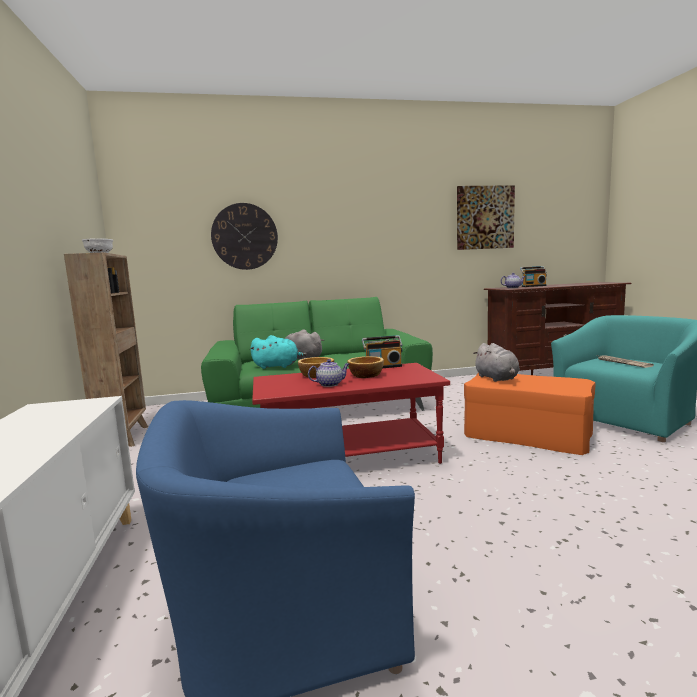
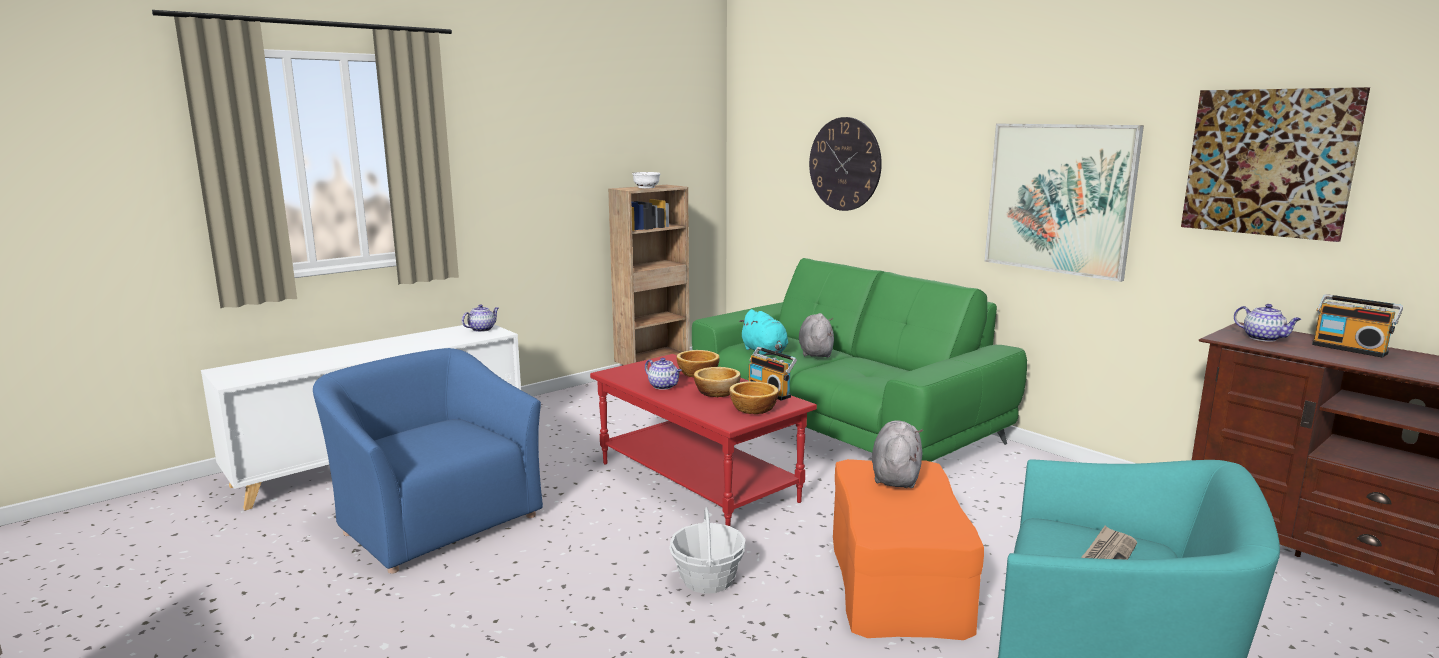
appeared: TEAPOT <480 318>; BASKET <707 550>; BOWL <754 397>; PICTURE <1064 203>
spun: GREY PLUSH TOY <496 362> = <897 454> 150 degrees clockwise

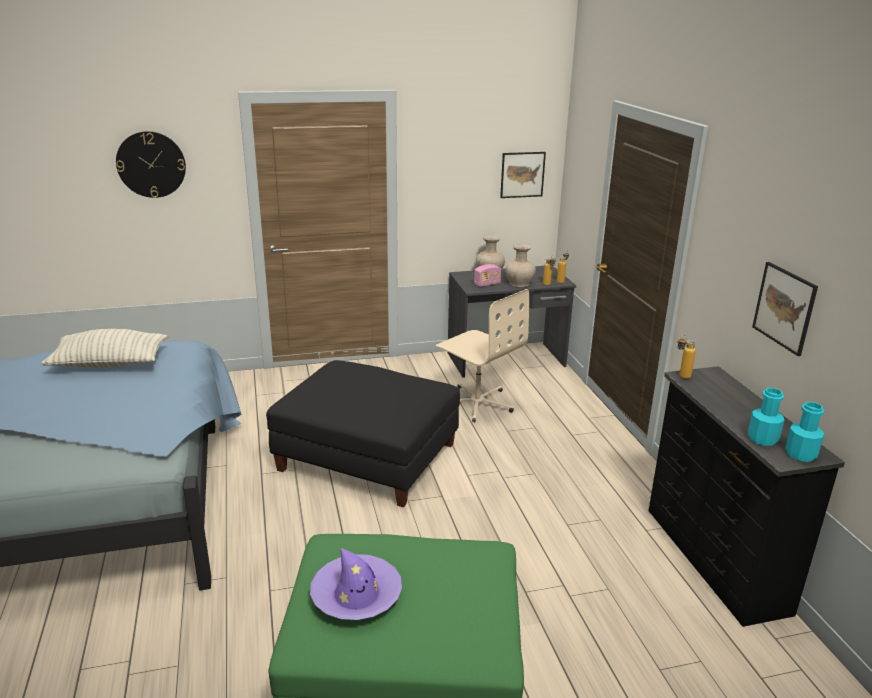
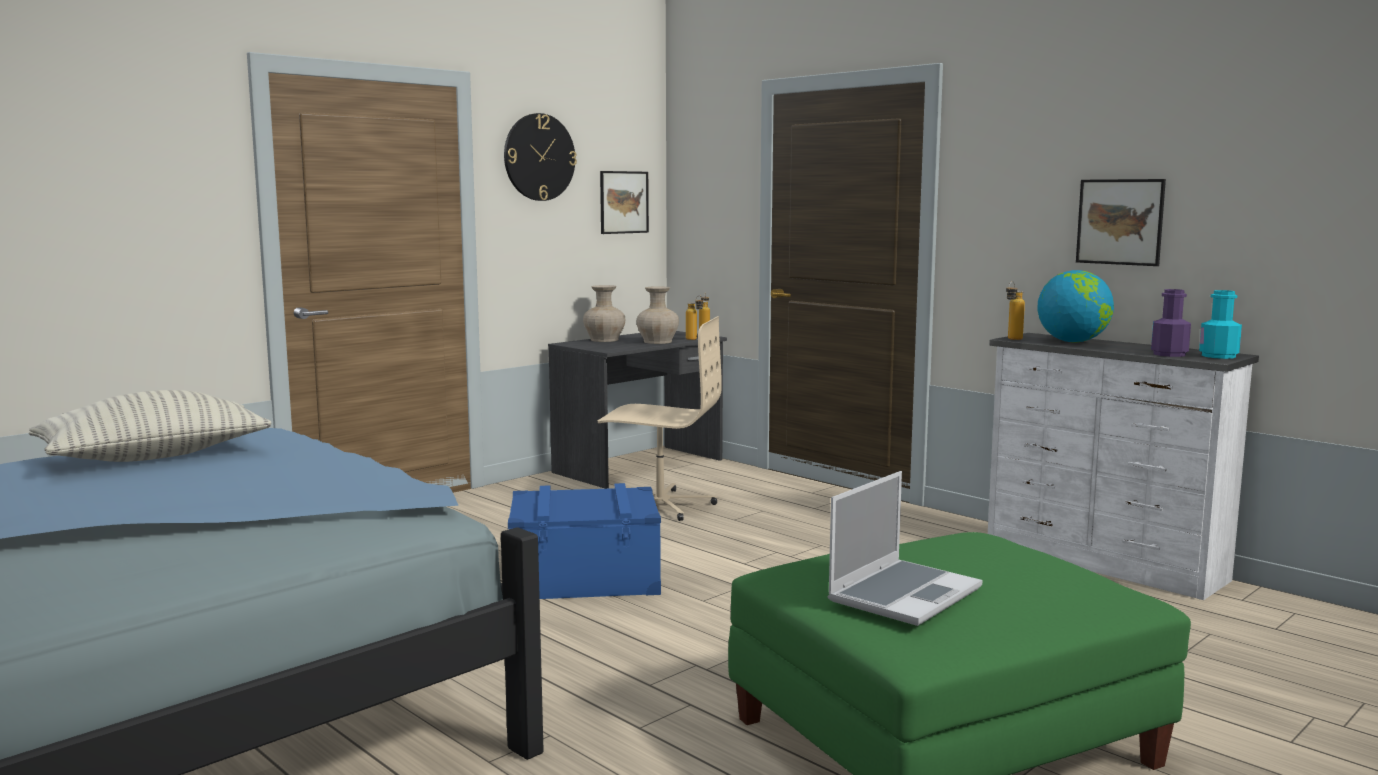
missing: RADIO <487 275>
appeared: GLOBE <1075 306>
relocated: WALL CLOCK <151 164> to <540 157>
exchanged: BLACK OTTOMAN <363 433> to BLUE STORAGE BOX <584 541>; PURPLE HAT <356 584> to LAPTOP <905 548>
colour: BLACK DRESSER <746 496> to WHITE DRESSER <1123 466>; TURQUOISE BOTTLE <766 417> to PURPLE BOTTLE <1171 323>

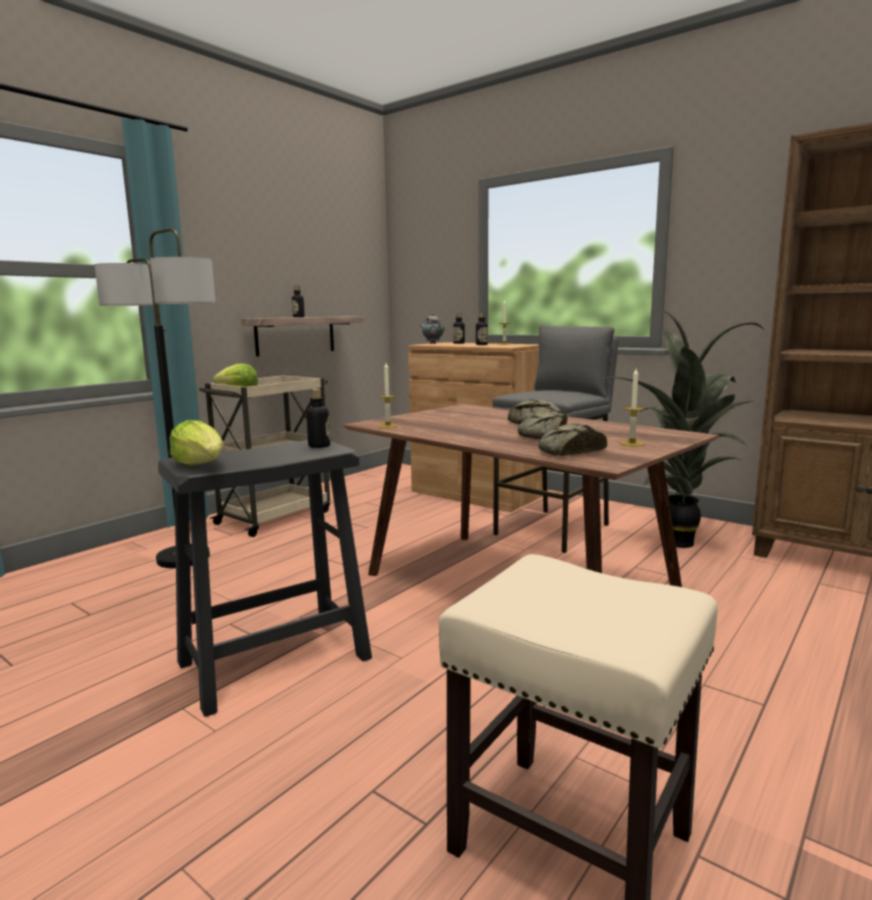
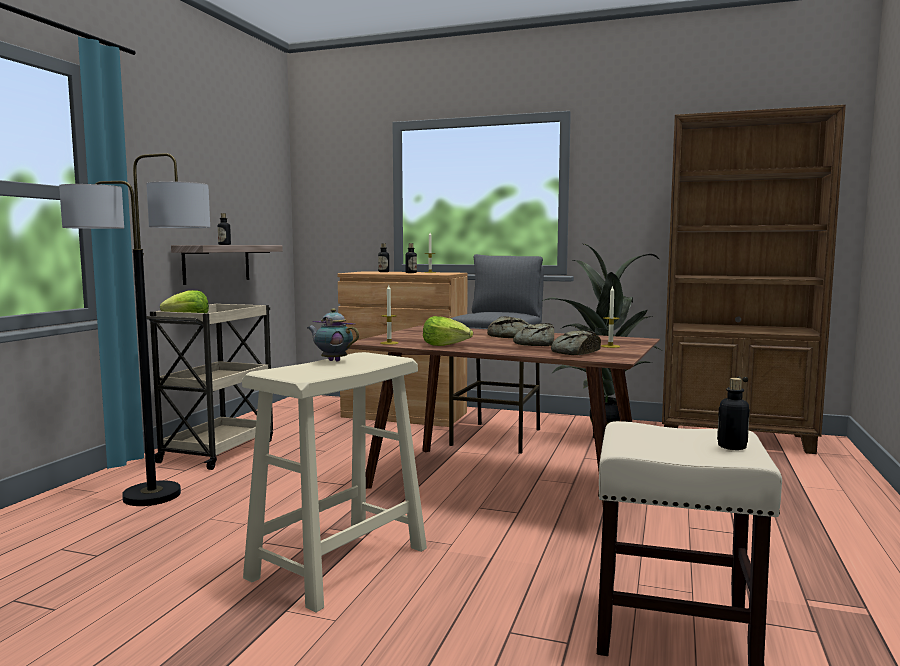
relocated: LETTUCE <196 442> to <448 331>; BOTTLE <318 418> to <733 414>; TEAPOT <432 328> to <333 335>
colour: BLACK STOOL <265 578> to BEIGE STOOL <334 482>

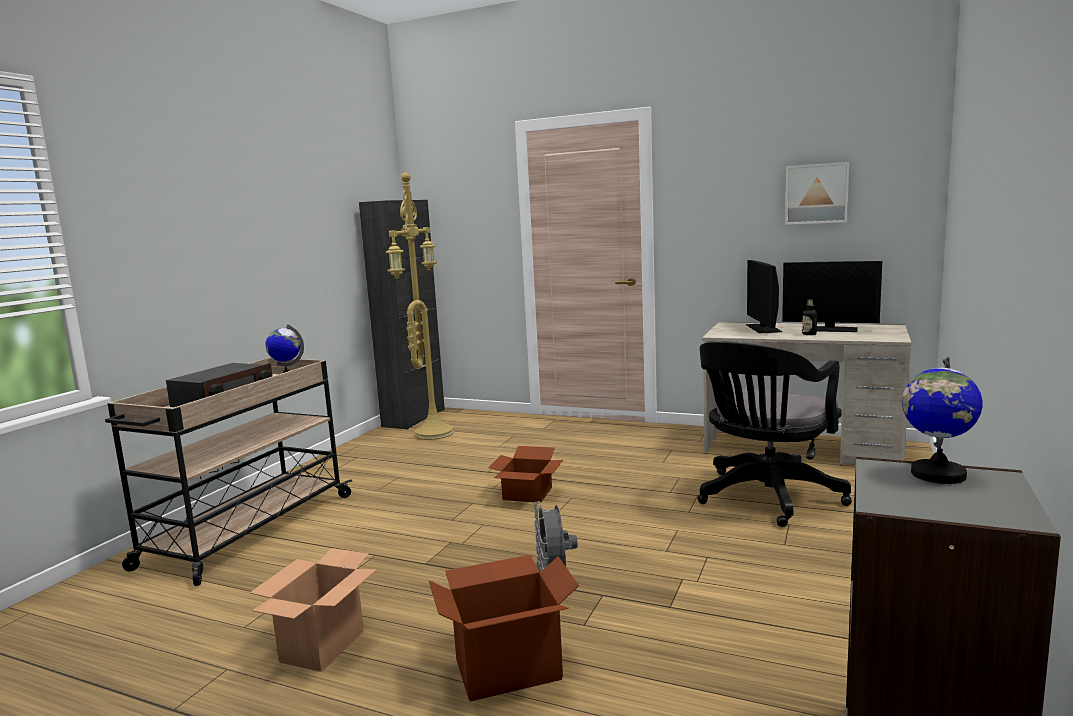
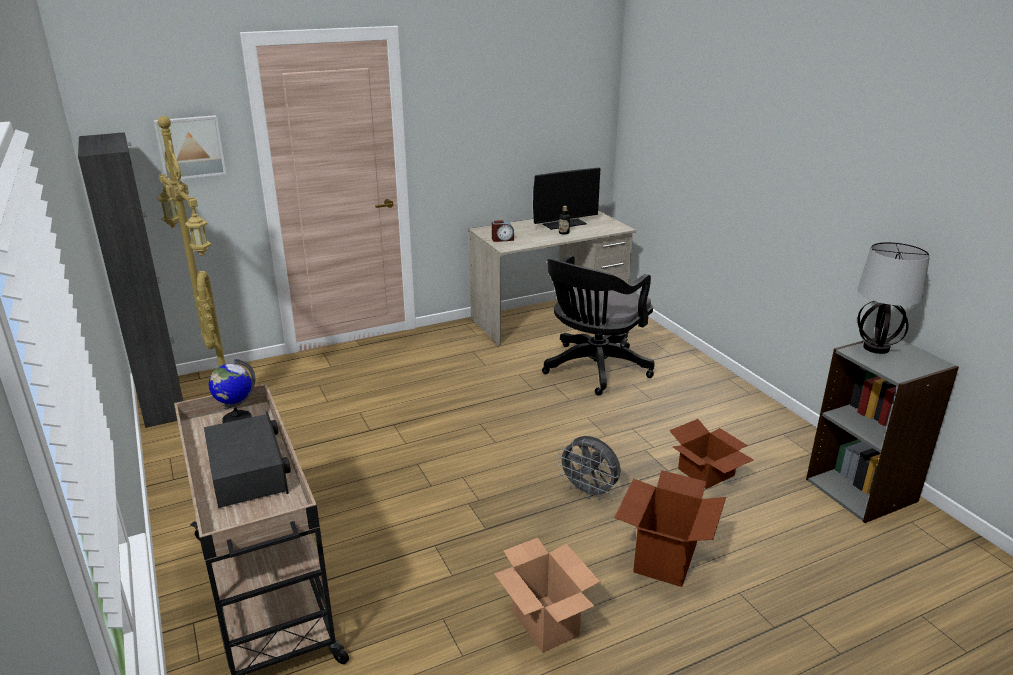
missing: MONITOR <764 296>
appeared: ALARM CLOCK <503 231>
relocated: CARDBOARD BOX <525 474> to <711 454>; PICTURE <817 193> to <189 147>
exchanged: GLOBE <942 420> to TABLE LAMP <893 298>
spun: BLACK OFFICE CHAIR <774 434> = <598 325> 45 degrees clockwise

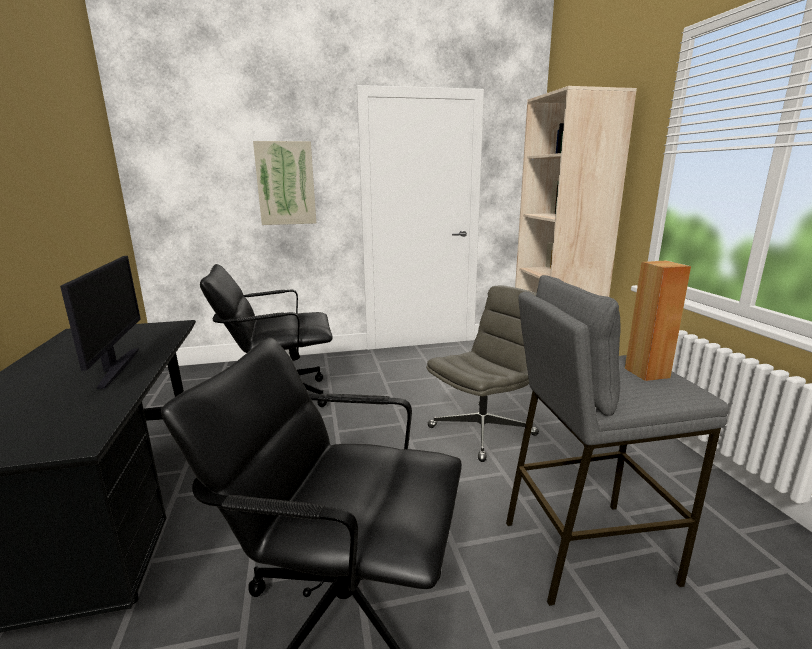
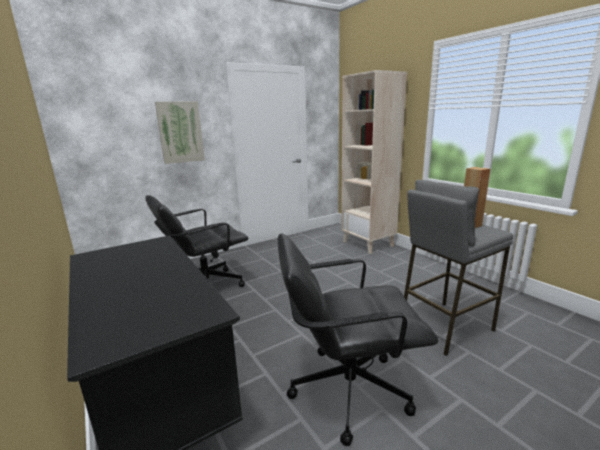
missing: MONITOR <100 322>; GREY OFFICE CHAIR <482 373>

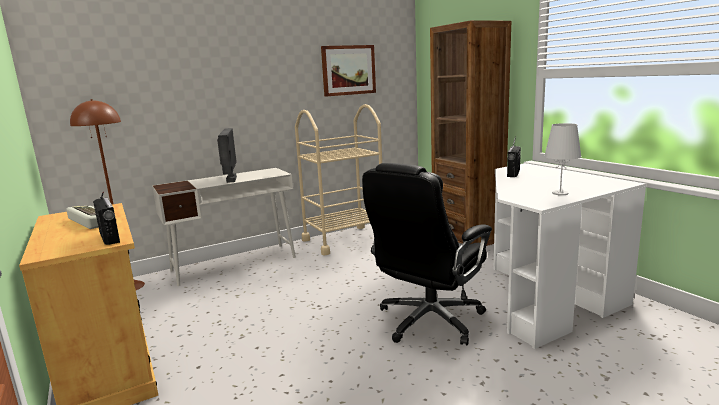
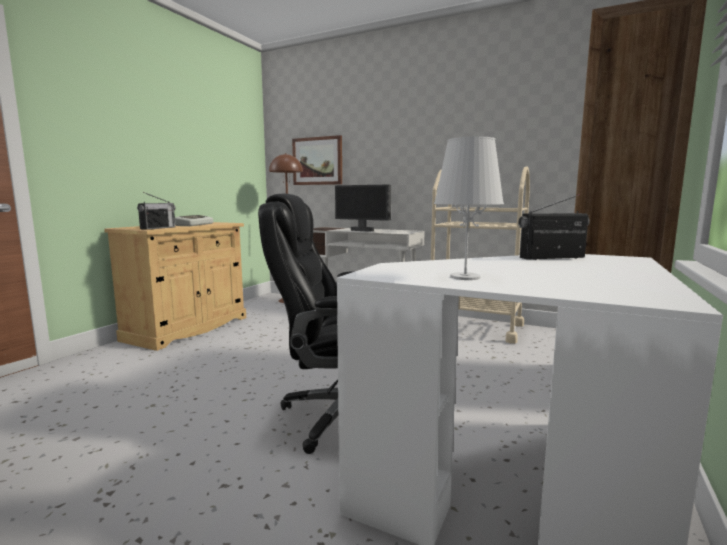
relocated: PICTURE <348 71> to <317 160>
spun: MONITOR <227 155> = <363 208> 75 degrees clockwise

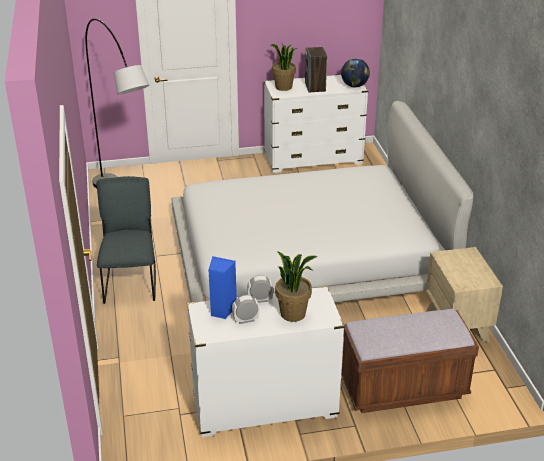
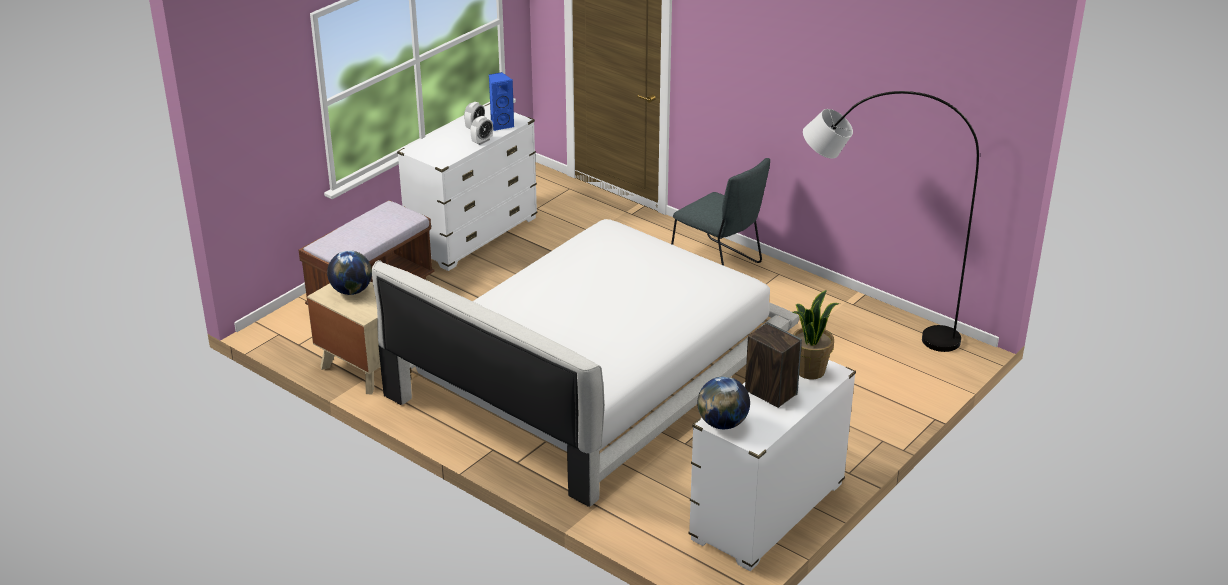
missing: POTTED PLANT <296 286>
appeared: GLOBE <349 272>

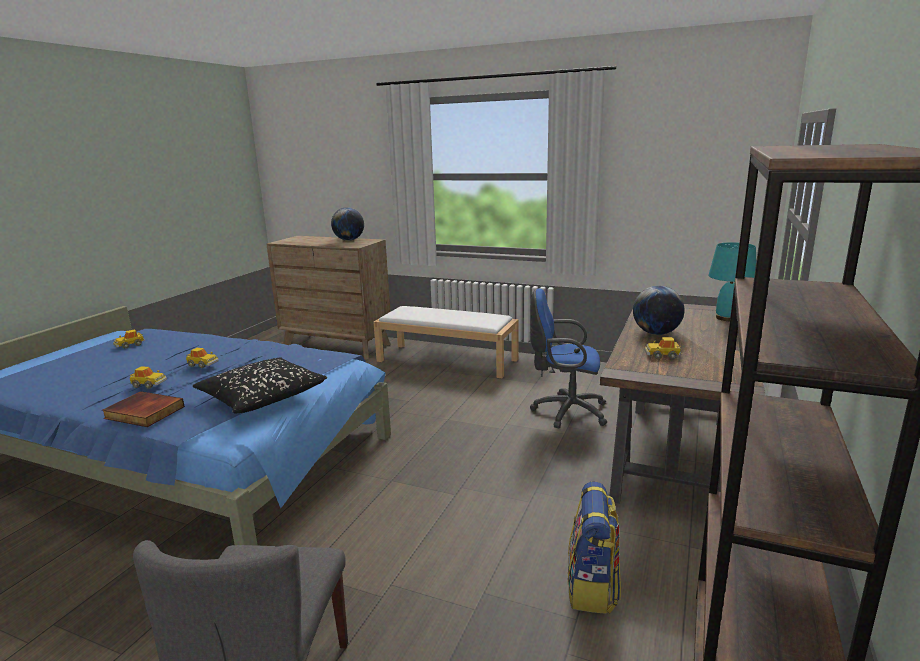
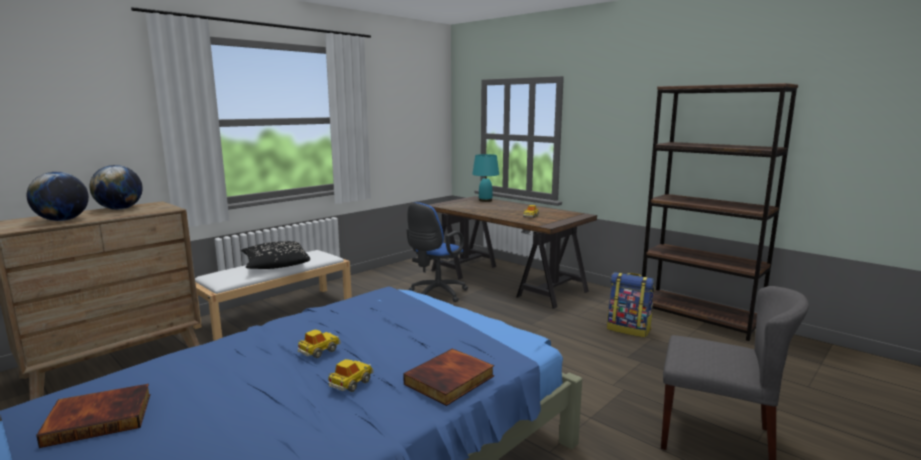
relocated: BLACK PILLOW <260 385> to <275 255>; GLOBE <658 310> to <58 196>
exchanged: TOY CAR <129 339> to BOOK <93 416>

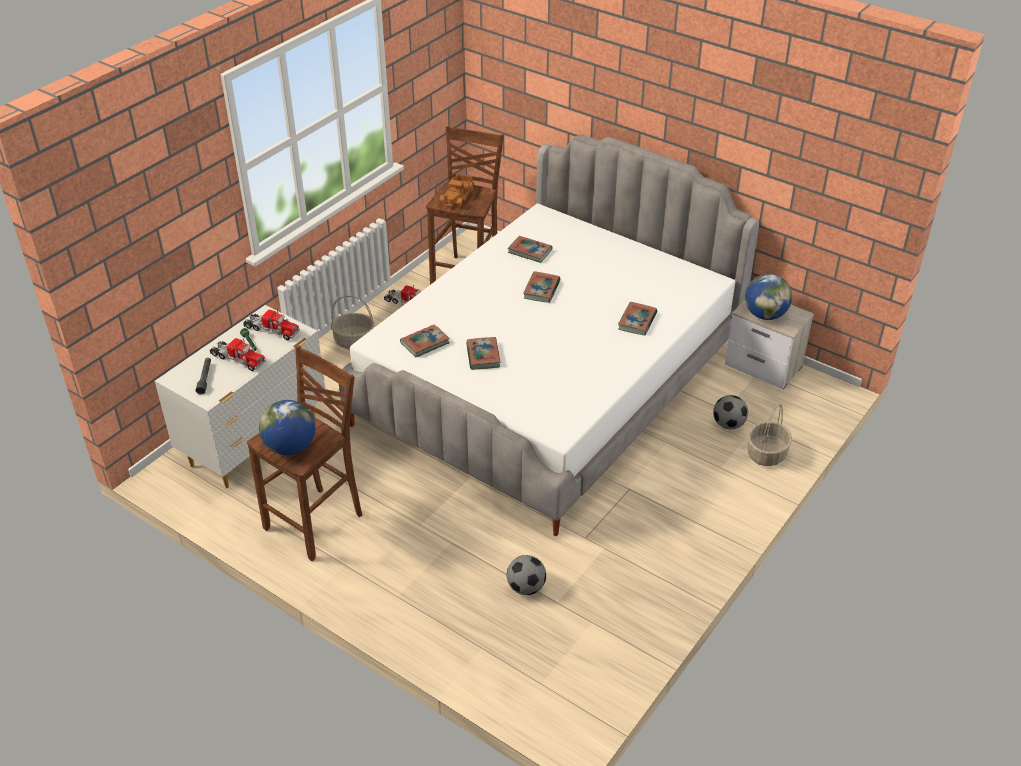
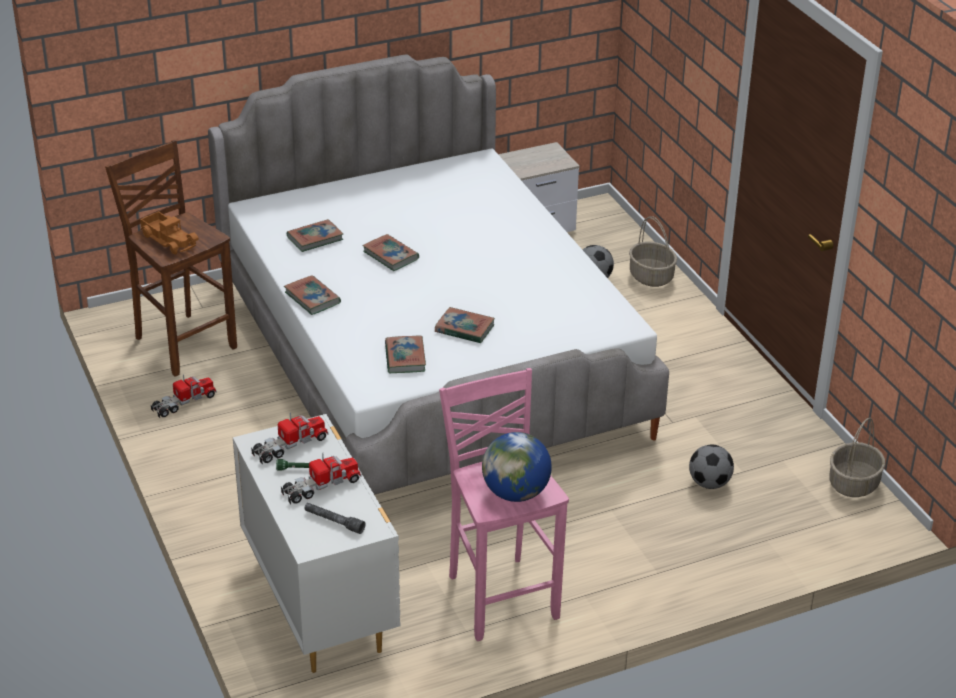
missing: GLOBE <768 297>
relocated: BASKET <353 322> to <857 457>; BOOK <637 319> to <312 295>
colour: BROWN STOOL <305 453> to PINK STOOL <504 504>

